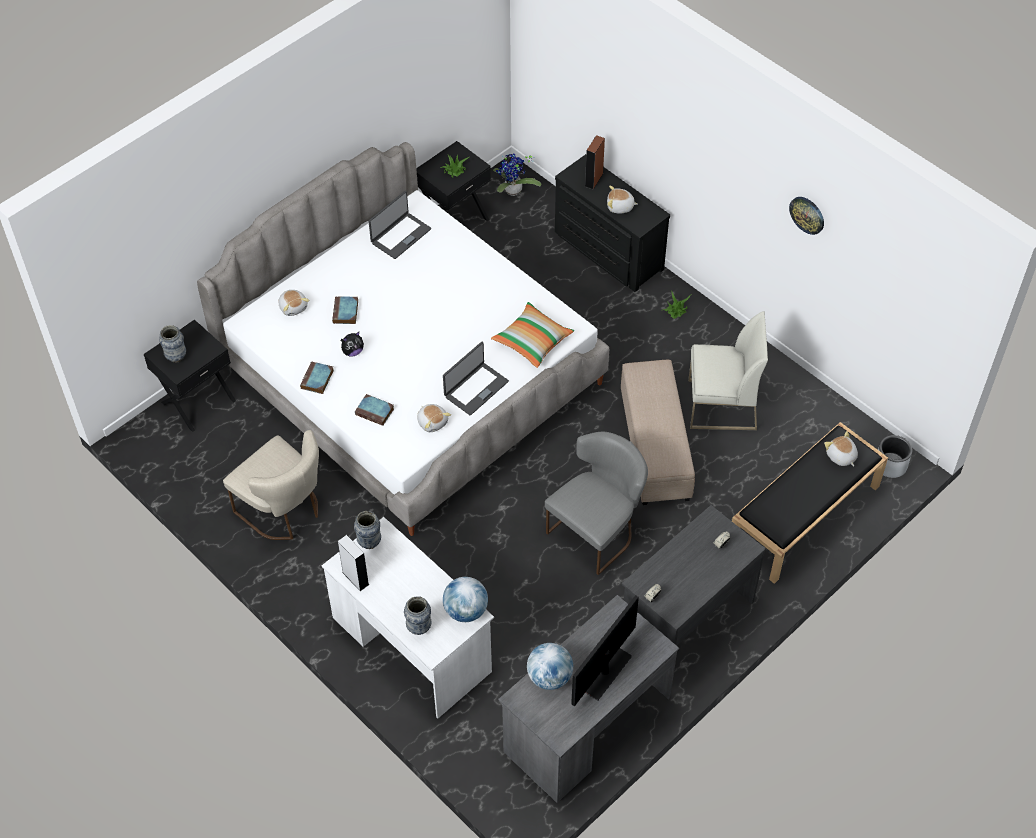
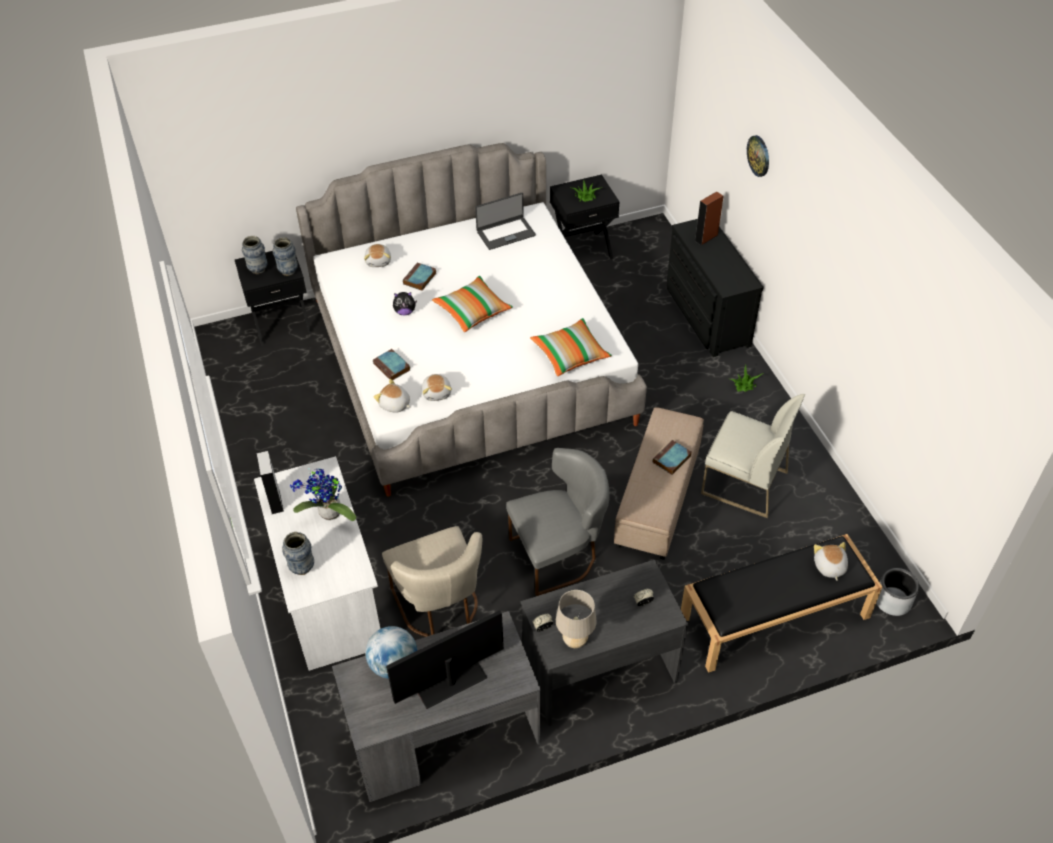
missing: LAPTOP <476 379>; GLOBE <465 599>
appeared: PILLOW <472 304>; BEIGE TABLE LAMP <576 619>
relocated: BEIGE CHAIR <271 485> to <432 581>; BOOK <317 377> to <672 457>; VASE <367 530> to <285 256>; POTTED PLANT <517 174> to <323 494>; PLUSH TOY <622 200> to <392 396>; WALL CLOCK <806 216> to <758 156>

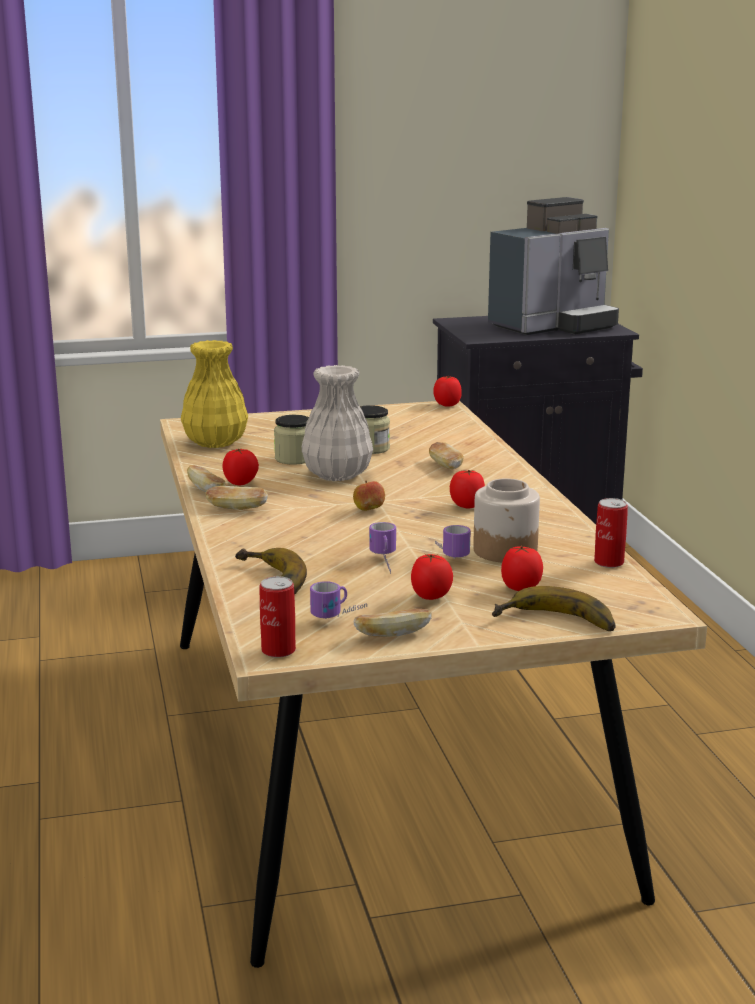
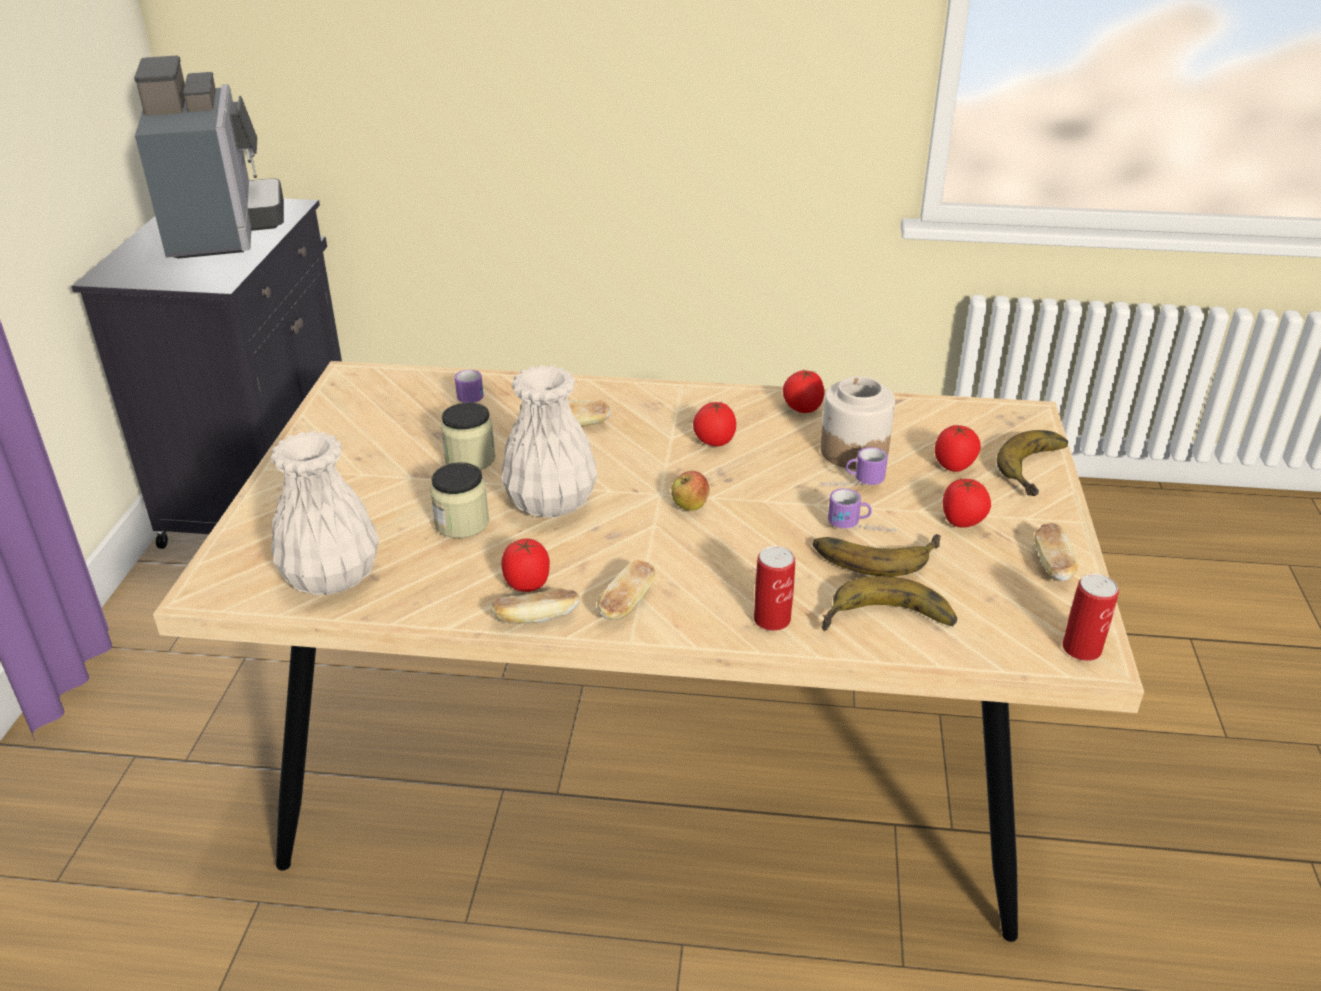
appeared: BANANA <876 555>
relocated: MUG <338 600> to <469 386>; TOMATO <447 391> to <804 391>; CAN <611 533> to <774 588>
colour: YELLOW VASE <214 394> to WHITE VASE <325 513>

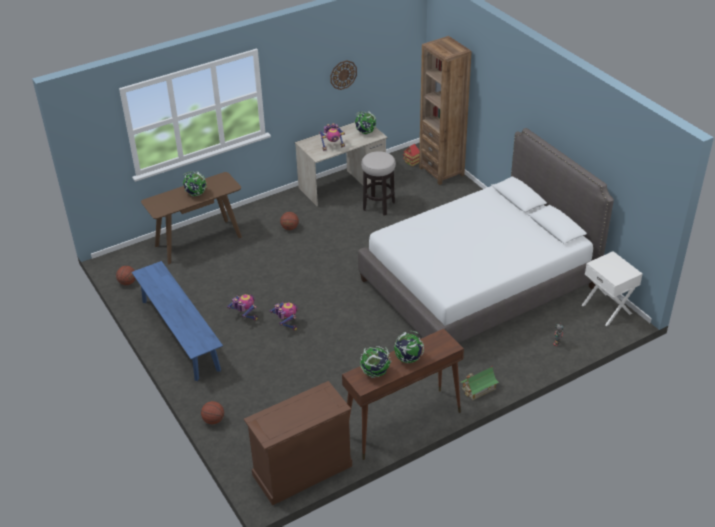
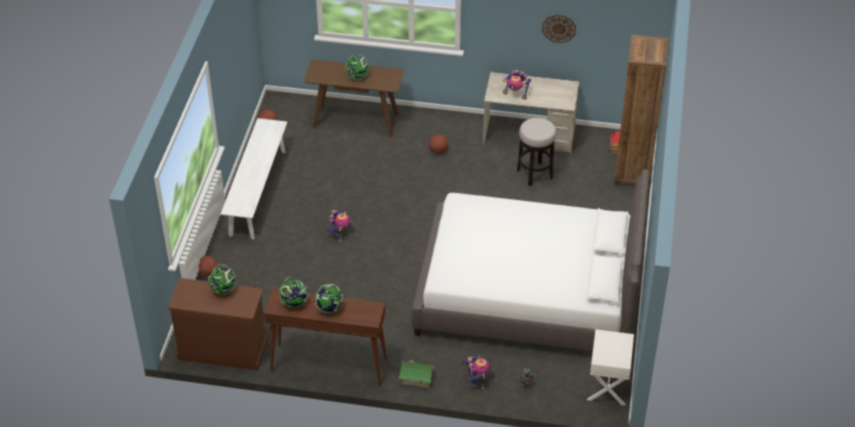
relocated: TOY ROBOT <242 307> to <477 372>; GLOBE <365 122> to <222 279>
colour: BLUE BENCH <177 321> to WHITE BENCH <254 179>

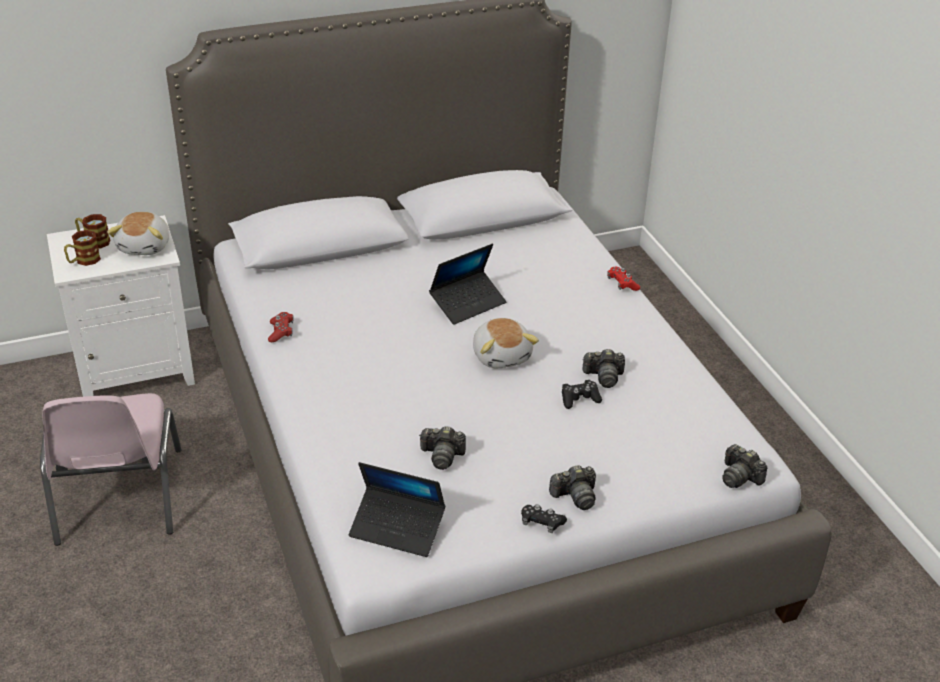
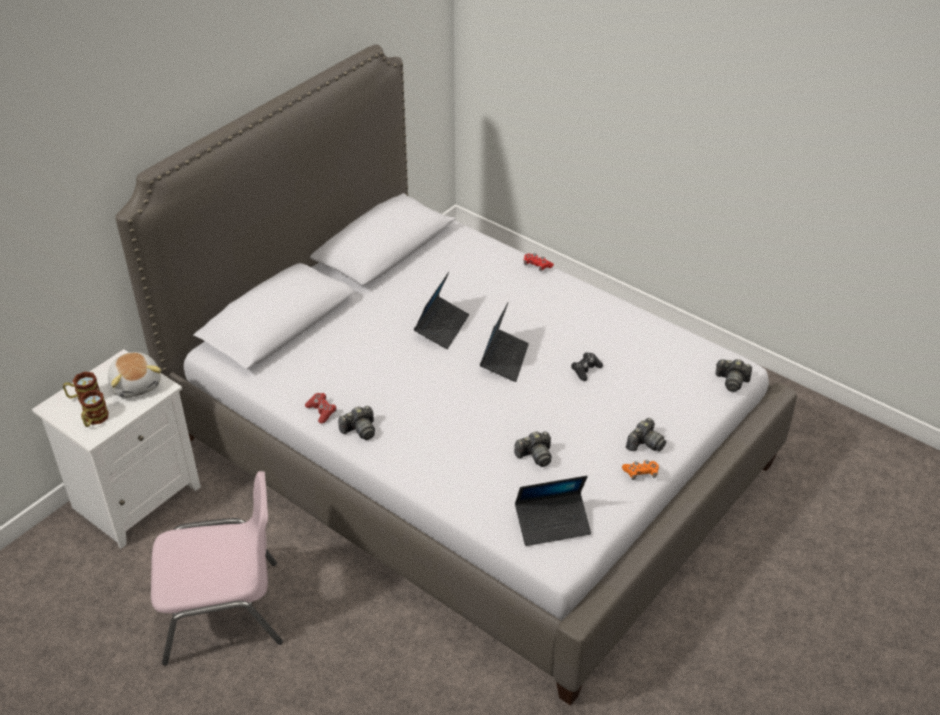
relocated: PHOTO CAMERA <603 368> to <356 423>
exchanged: PLUSH TOY <506 343> to LAPTOP <504 342>
colour: BLACK GAME CONTROLLER <544 518> to ORANGE GAME CONTROLLER <640 470>
spun: PINK CHAIR <110 469> = <217 568> 60 degrees counterclockwise

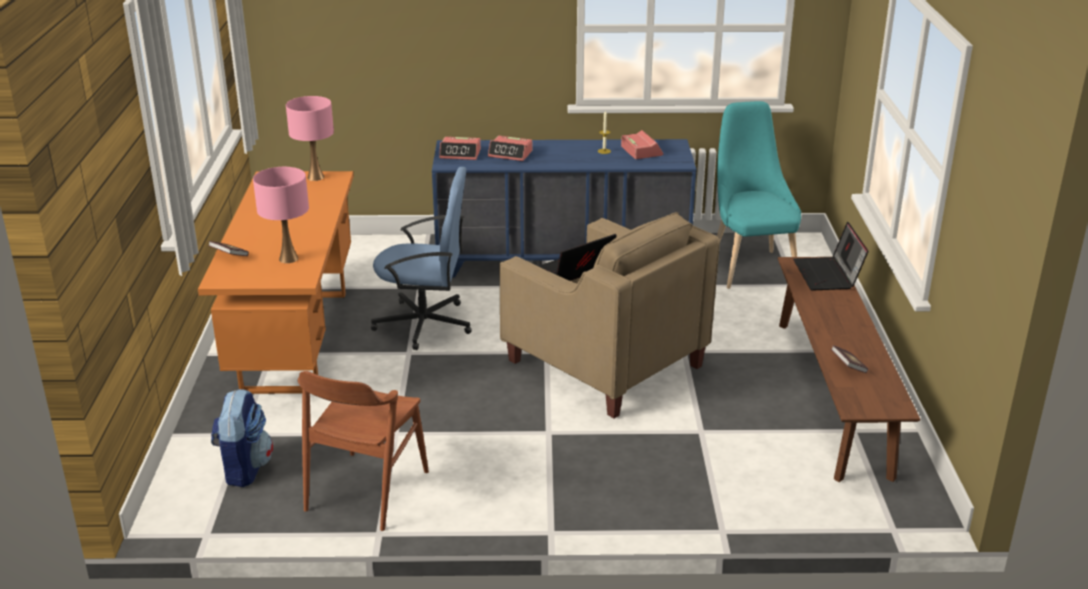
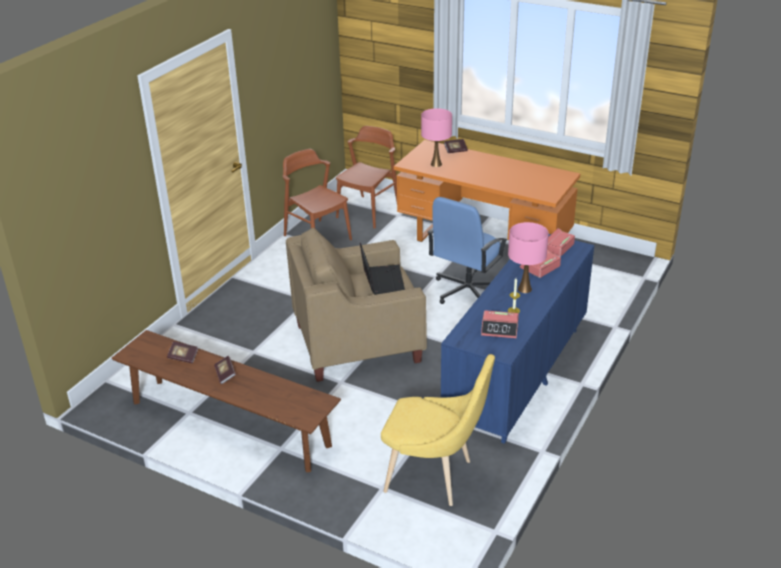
missing: LAPTOP <831 256>
appeared: BOOK <225 370>
relocated: PINK TABLE LAMP <310 138> to <528 257>
exchanged: BACKPACK <242 438> to BROWN CHAIR <366 177>
colour: TURQUOISE CHAIR <759 195> to YELLOW CHAIR <438 430>

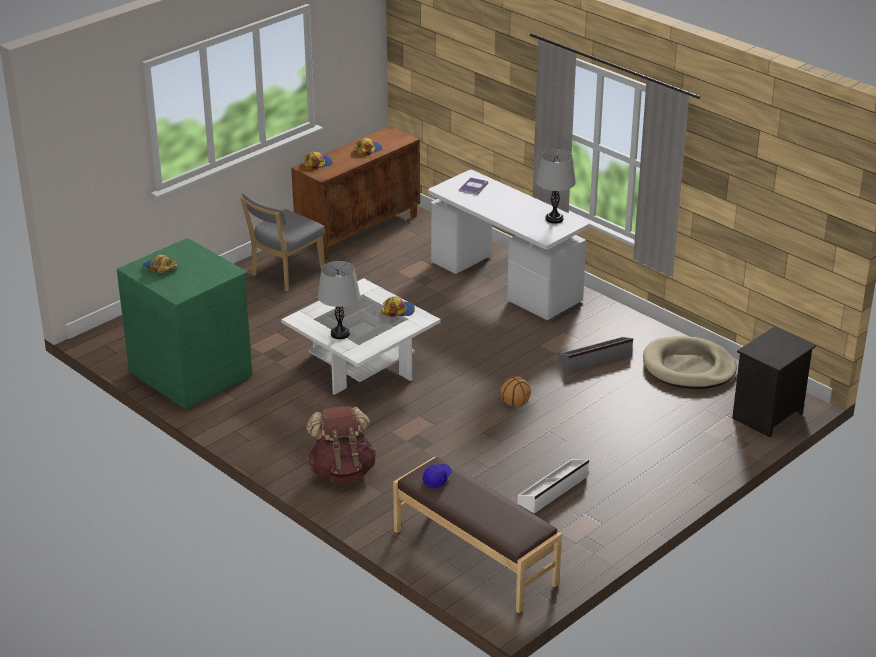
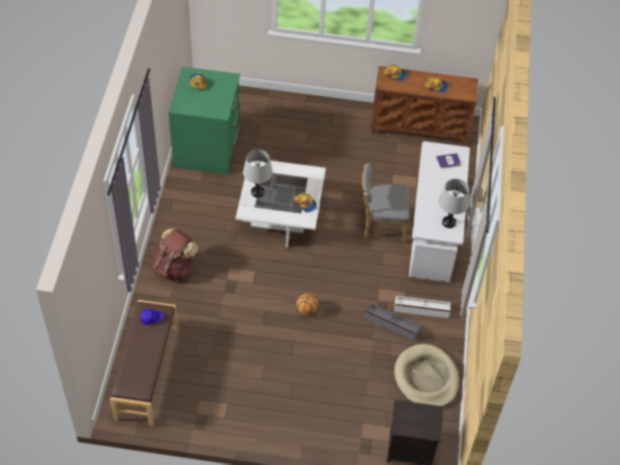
relocated: GREY CHAIR <282 242> to <386 202>; WHITE STORAGE BOX <553 486> to <422 307>

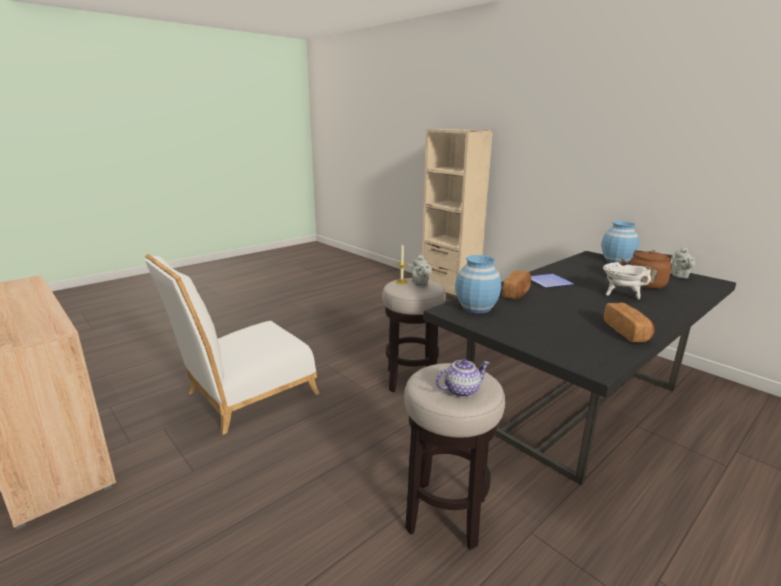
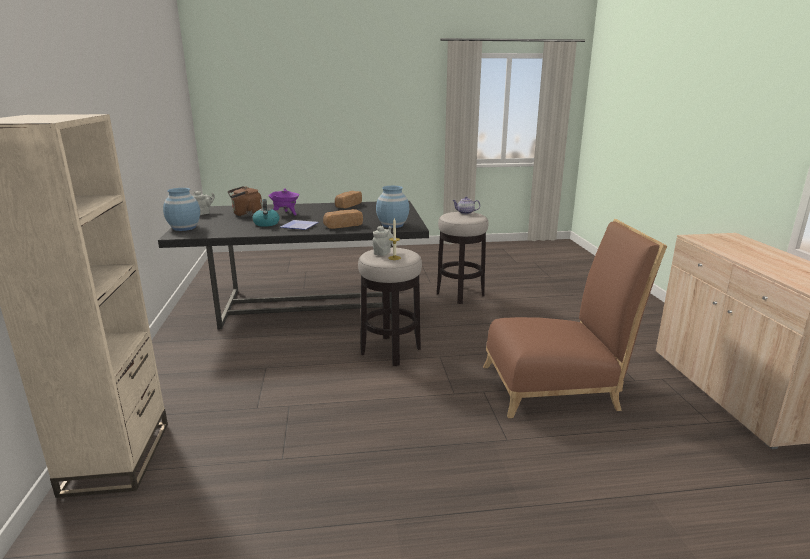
appeared: KETTLE <266 213>
colour: WHITE CHAIR <232 344> to BROWN CHAIR <575 318>; WHITE COOKING POT <627 280> to PURPLE COOKING POT <284 201>

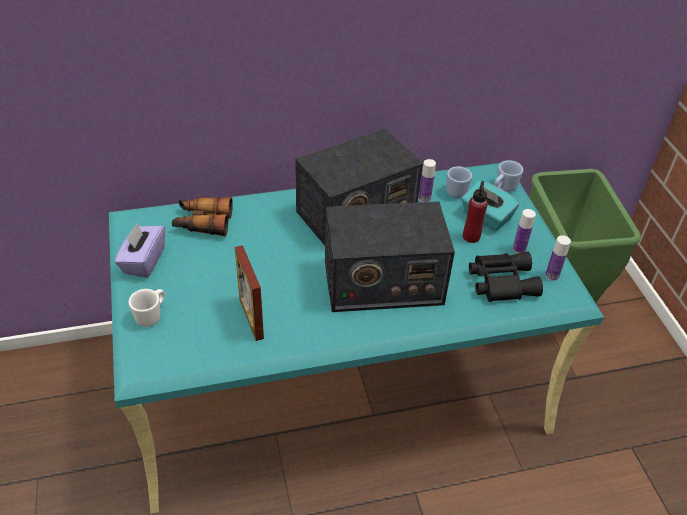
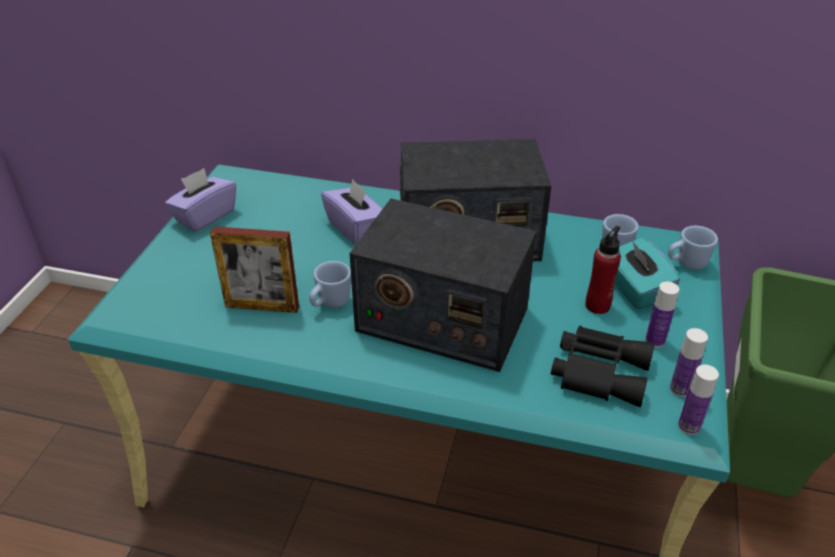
missing: WHITE MUG <146 308>; BINOCULARS <202 216>
appeared: BLUE MUG <330 284>; PURPLE TISSUE BOX <351 211>
relocated: BOTTLE <427 180> to <698 399>
spun: PICTURE FRAME <249 293> = <254 269> 90 degrees counterclockwise

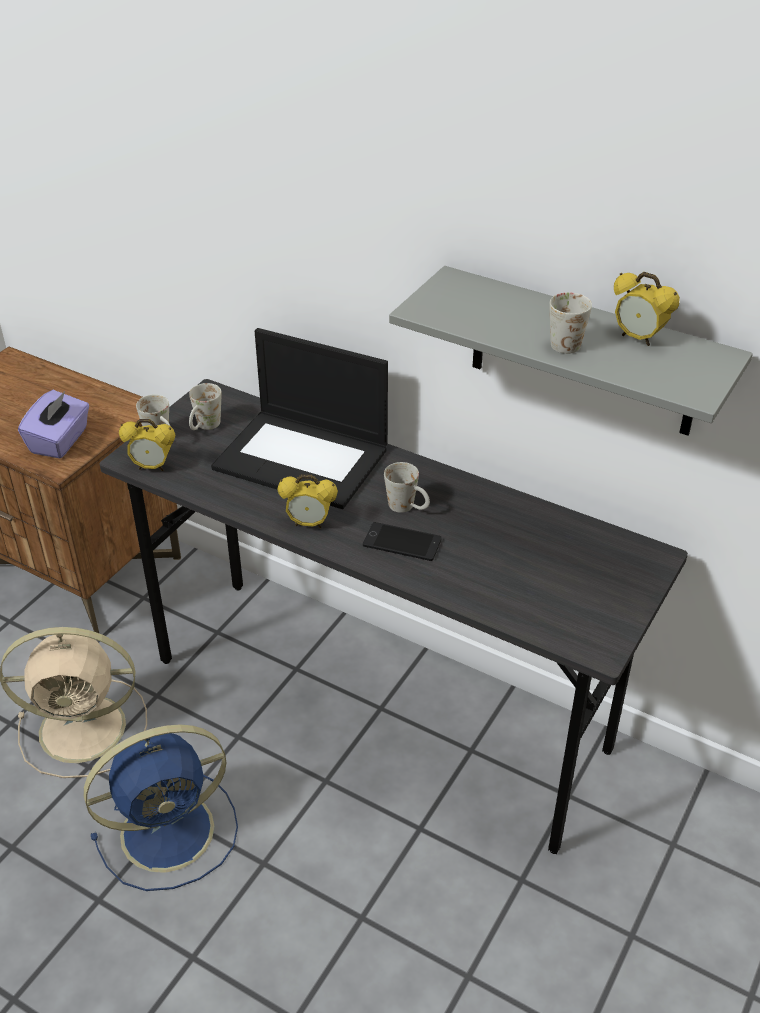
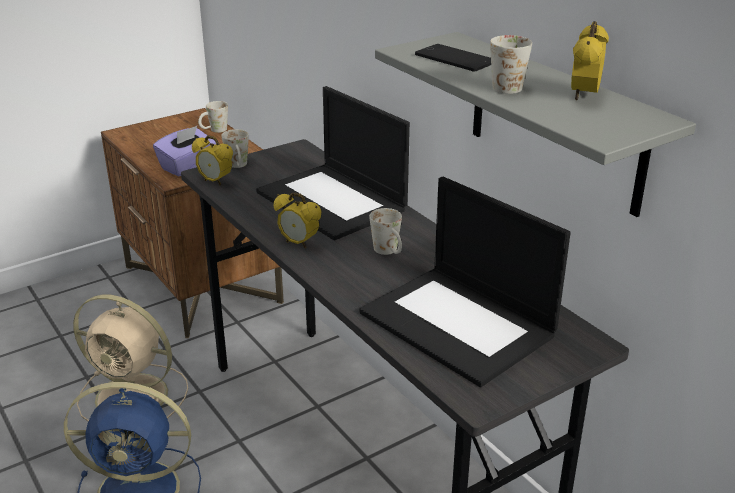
appeared: LAPTOP <465 282>
relocated: WHITE MUG <205 406> to <213 117>; PHONE <402 541> to <453 58>
spun: ALARM CLOCK <647 309> = <590 60> 45 degrees clockwise

